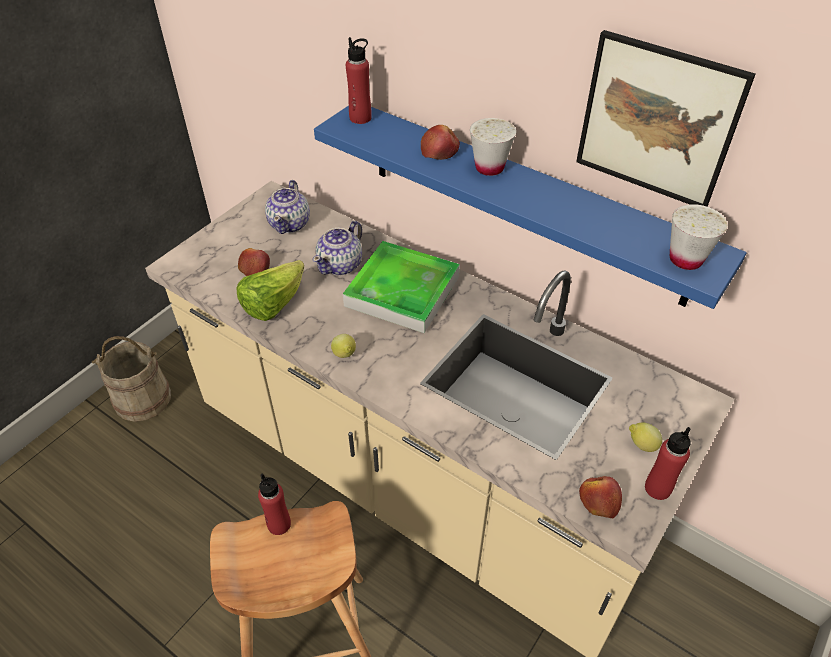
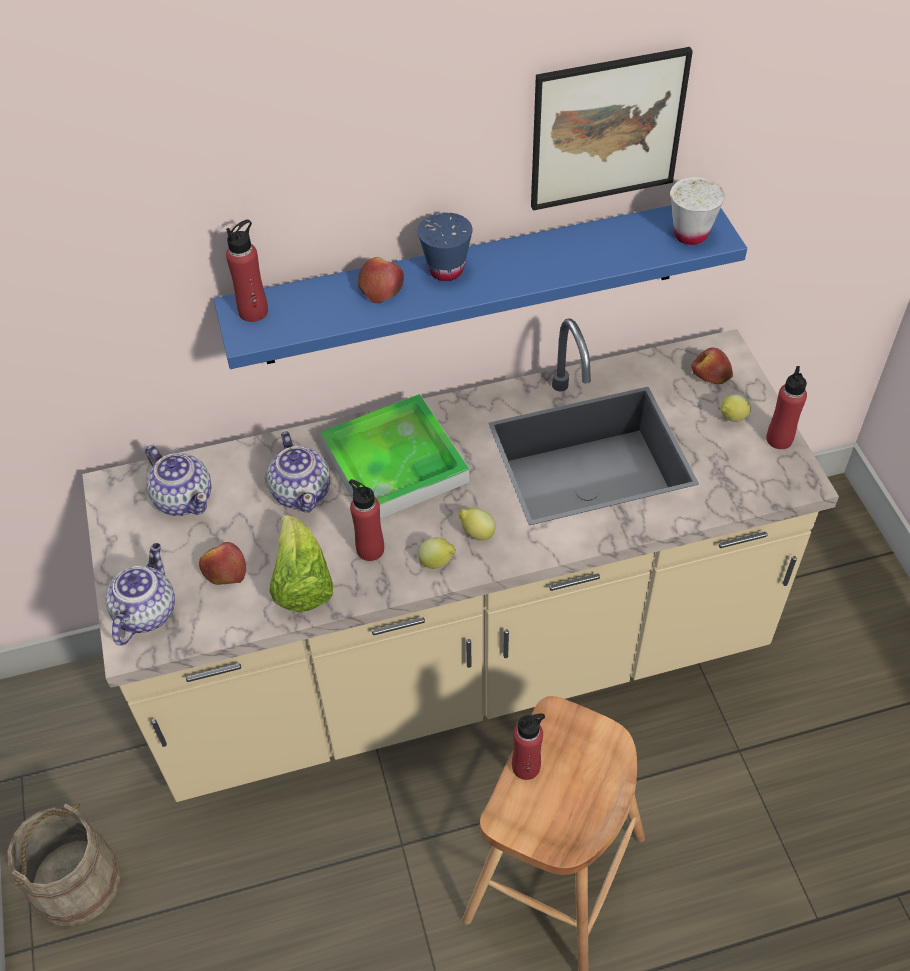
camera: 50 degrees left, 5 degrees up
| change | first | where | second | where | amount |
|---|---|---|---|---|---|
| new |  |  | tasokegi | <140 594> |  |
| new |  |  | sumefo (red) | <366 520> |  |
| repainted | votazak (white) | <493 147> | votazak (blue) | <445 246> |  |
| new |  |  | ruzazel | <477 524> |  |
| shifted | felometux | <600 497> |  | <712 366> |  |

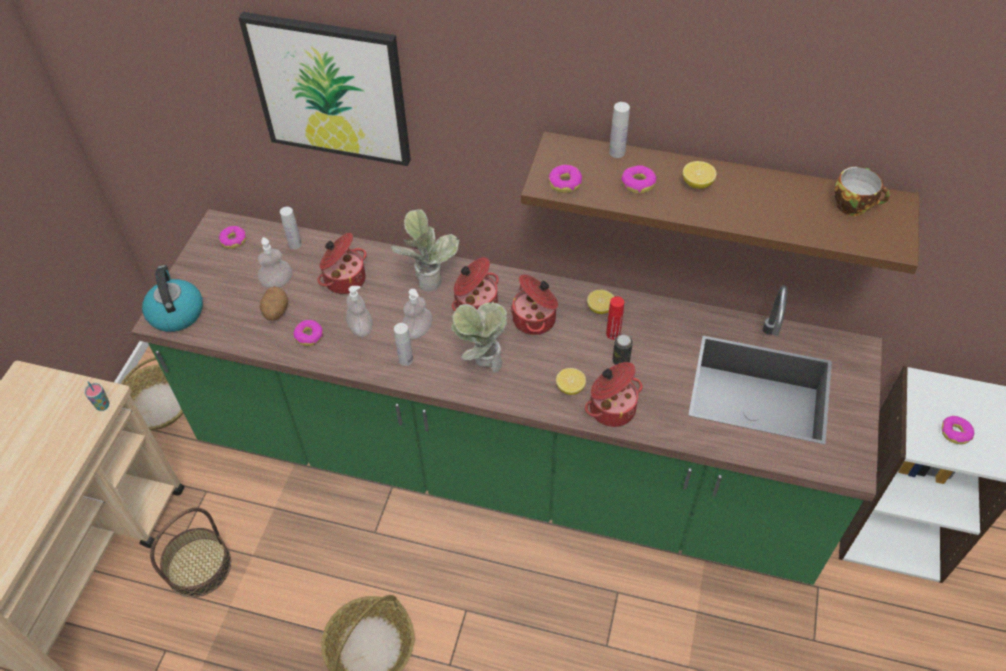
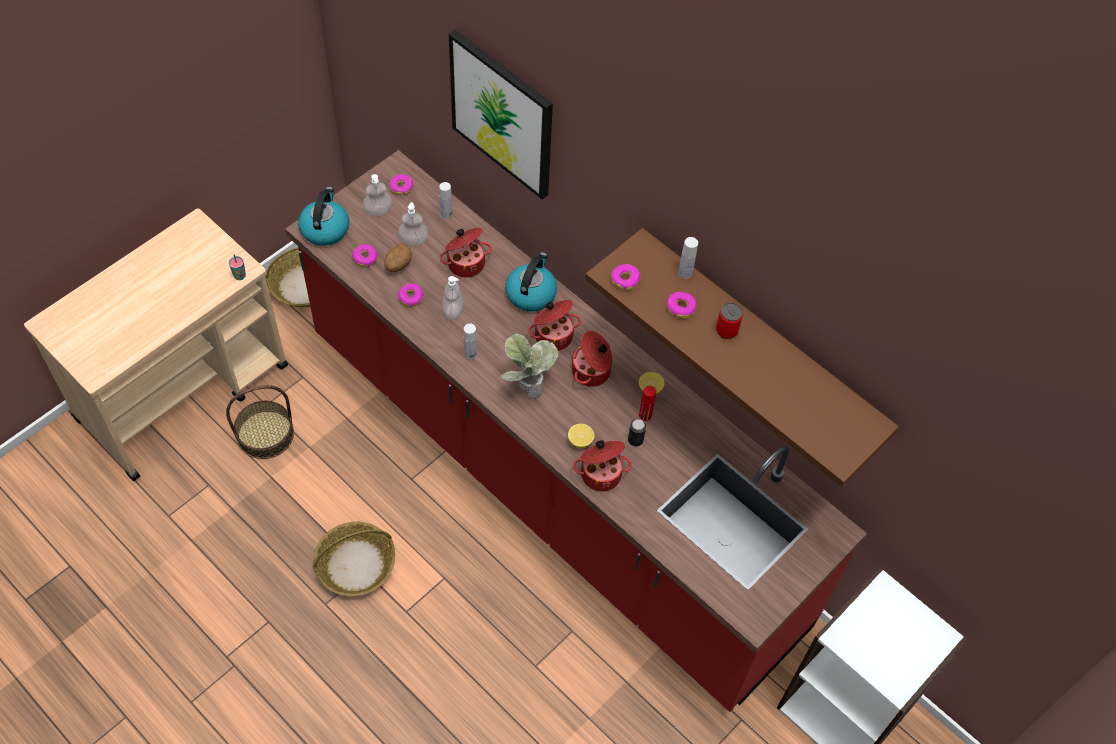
camera: 25 degrees right, 5 degrees up
| change | first | where | second | where | amount |
|---|---|---|---|---|---|
| repainted | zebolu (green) | <506 397> | zebolu (red) | <576 431> |  |
| shifted | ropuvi | <958 430> |  | <365 255> |  |
| shifted | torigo | <417 314> |  | <378 195> |  |
| swapped | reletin | <425 250> | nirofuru | <531 282> |  |
| swapped | ruzazel | <699 175> | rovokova | <729 321> |  |
| gone | votazak | <862 191> |  |  |  |

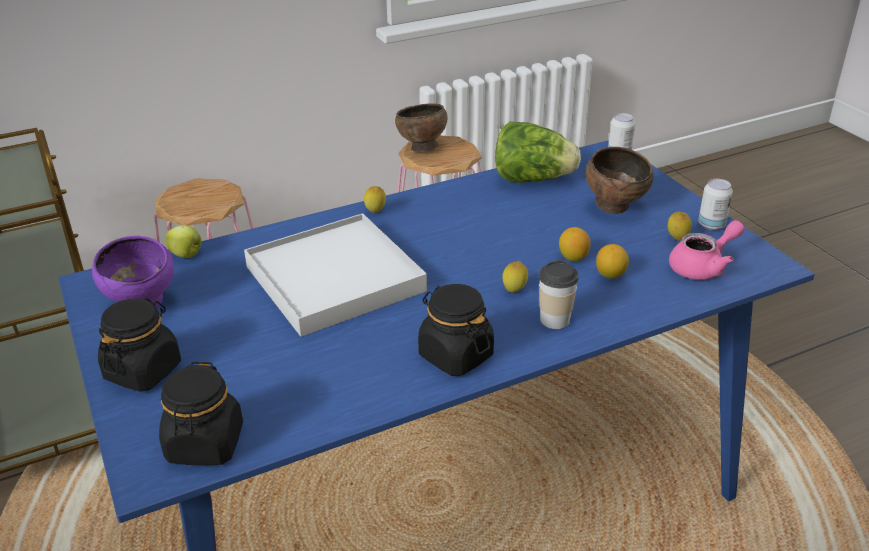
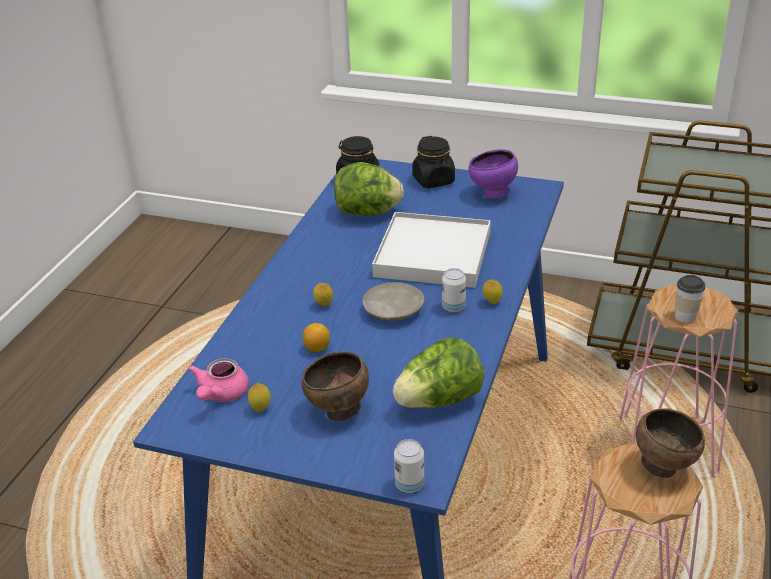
camera: 135 degrees right, 0 degrees up
| change | first | where | second | where | amount |
|---|---|---|---|---|---|
| new |  |  | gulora | <369 189> |  |
| new |  |  | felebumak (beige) | <393 301> |  |
| shifted | rovokova | <715 204> |  | <454 290> |  |
| shifted | votazak | <559 294> |  | <690 299> |  |
| gone | felometux | <183 241> |  |  |  |
| gone | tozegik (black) | <456 330> |  |  |  |
| gone | ruzazel | <612 261> |  |  |  |

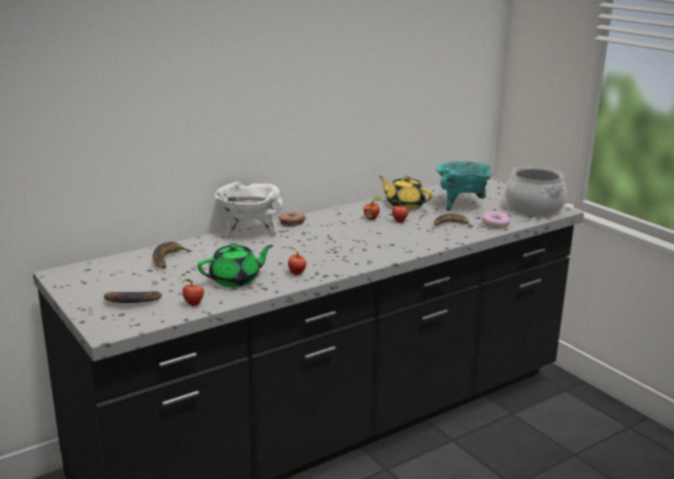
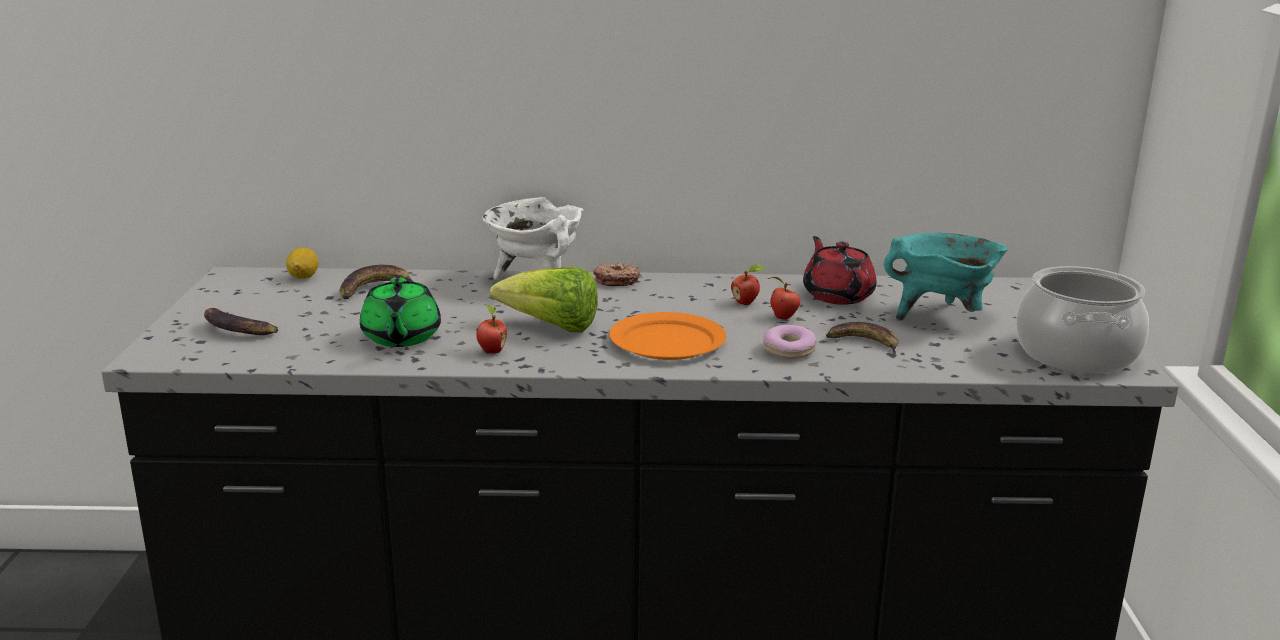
camera: 35 degrees right, 0 degrees up
| change | first | where | second | where | amount |
|---|---|---|---|---|---|
| new |  |  | ruzazel | <302 263> |  |
| rotated | tasokegi (green) | <235 265> |  | <400 312> | 75 degrees clockwise |
| new |  |  | gulora | <544 300> |  |
| new |  |  | felebumak (orange) | <667 336> |  |
| shifted | ropuvi | <496 220> |  | <790 342> |  |
| repainted | tasokegi (yellow) | <406 193> | tasokegi (red) | <840 270> |  |
| gone | felometux | <192 292> |  |  |  |

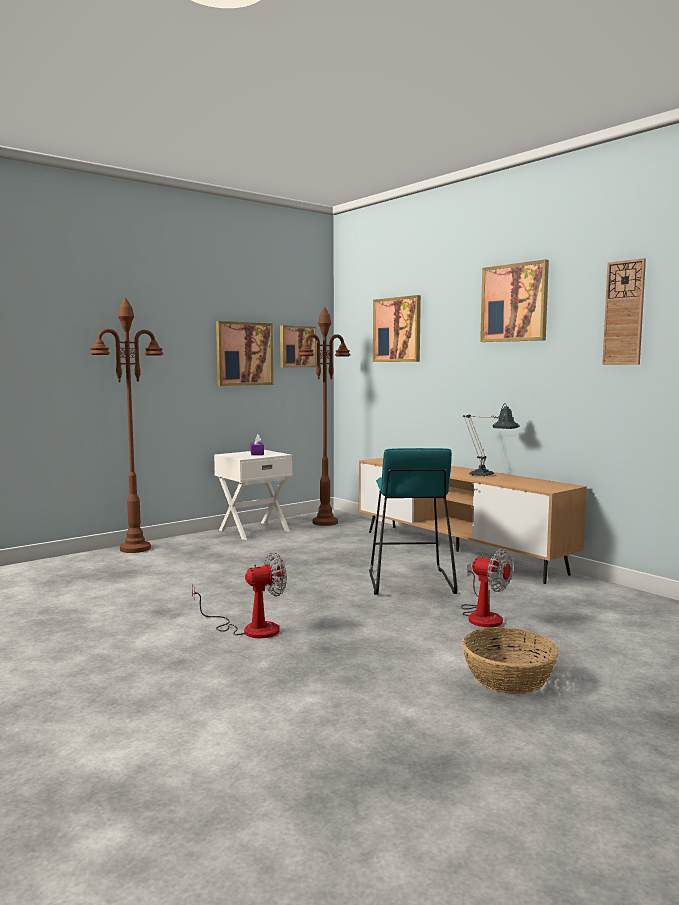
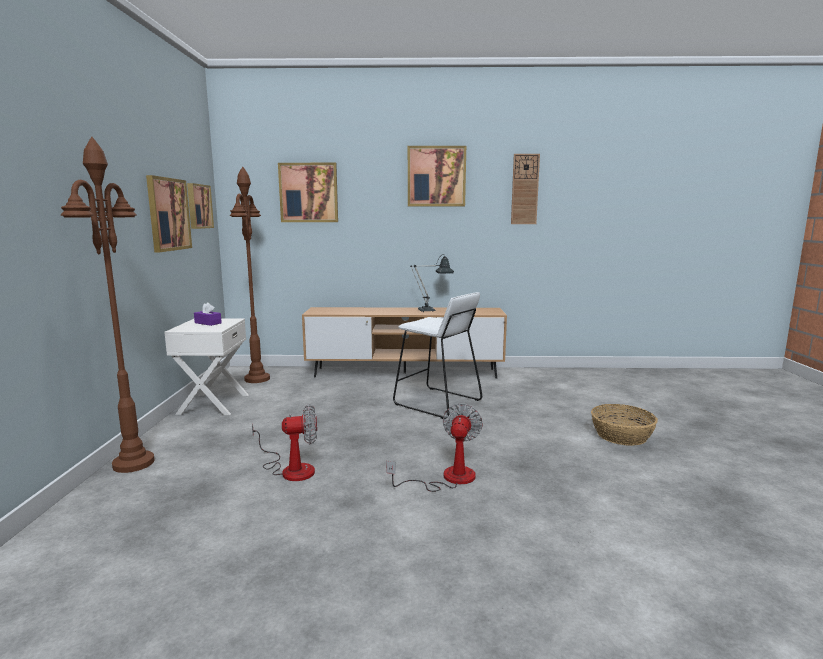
camera: 50 degrees left, 5 degrees up
| change | first | where | second | where | amount |
|---|---|---|---|---|---|
| shifted | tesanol | <487 588> |  | <284 442> |  |
| repainted | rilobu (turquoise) | <413 521> | rilobu (white) | <437 355> |  |

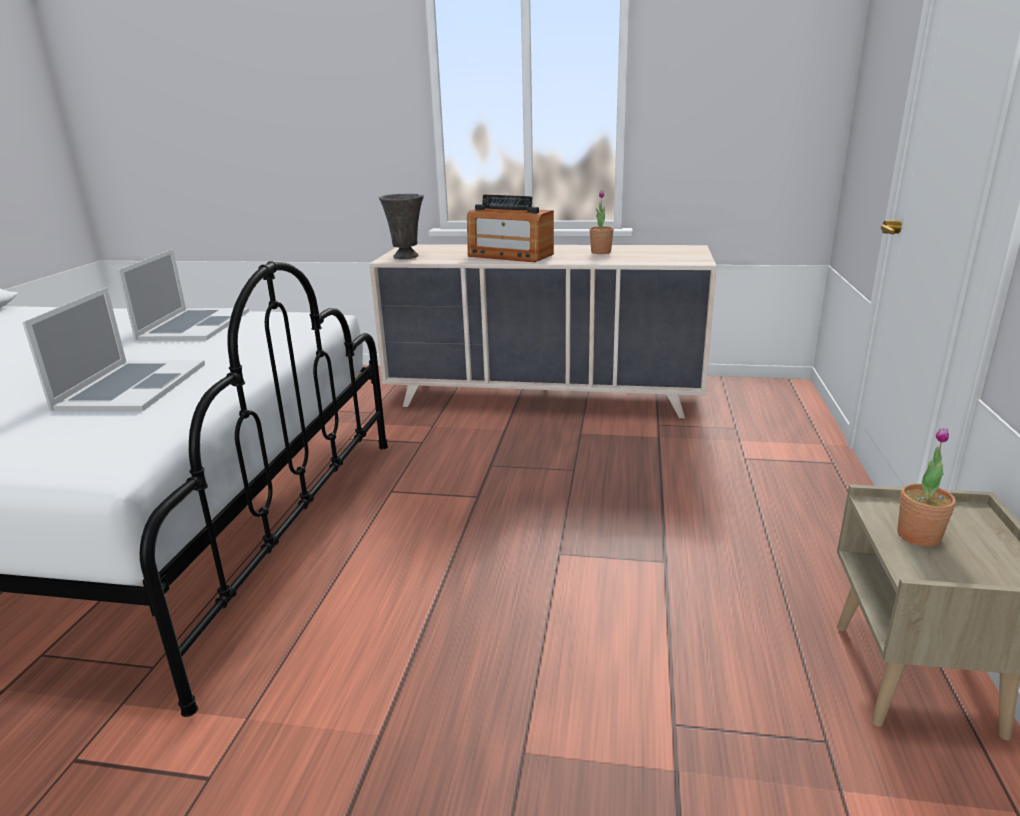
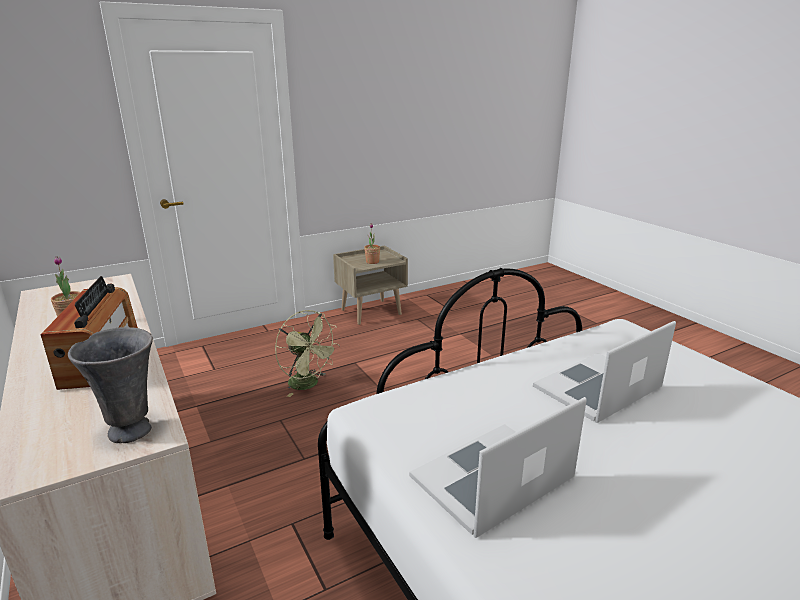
camera: 130 degrees left, 0 degrees up
| change | first | where | second | where | amount |
|---|---|---|---|---|---|
| new |  |  | tesanol (green) | <307 353> |  |

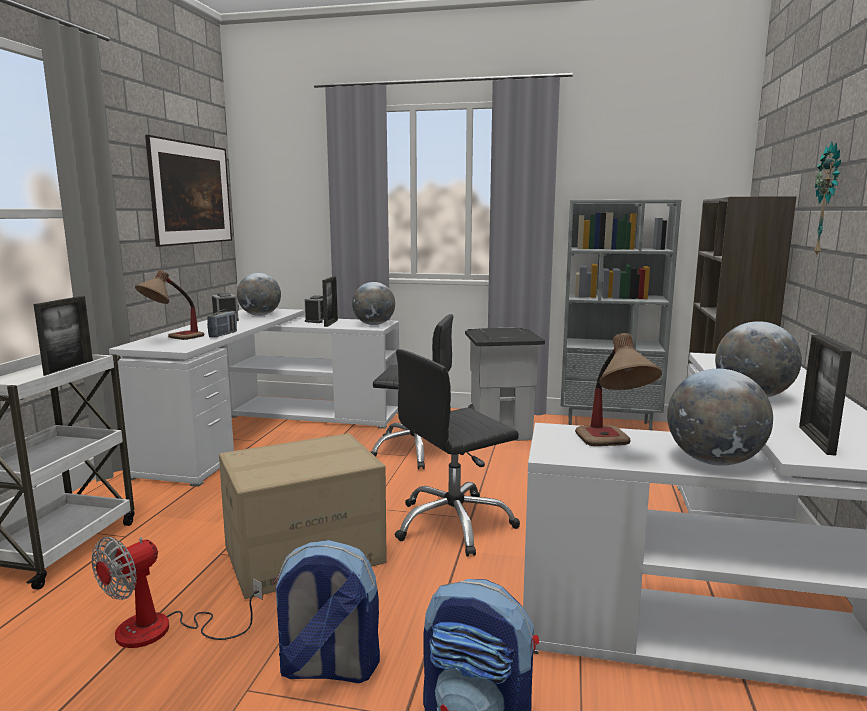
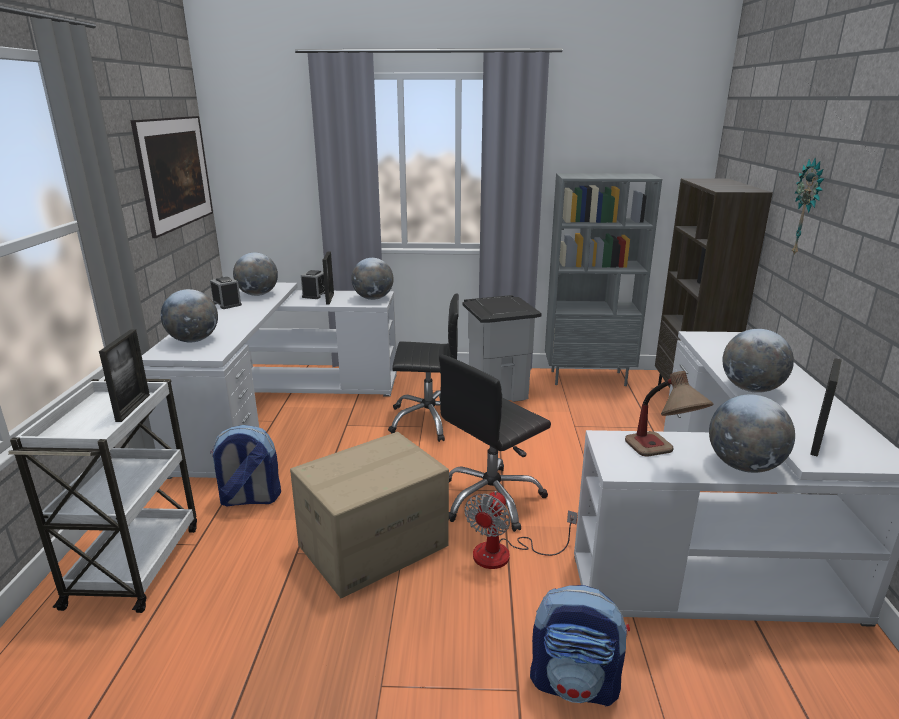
camera: 10 degrees left, 10 degrees up
| change | first | where | second | where | amount |
|---|---|---|---|---|---|
| swapped | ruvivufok | <169 305> | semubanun | <189 315> |  |
| shifted | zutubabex | <326 611> |  | <245 465> |  |
| shifted | tesanol | <177 592> |  | <521 530> |  |
| rotated | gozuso | <825 395> |  | <826 407> | 150 degrees counterclockwise |
| gone | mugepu | <222 324> |  |  |  |

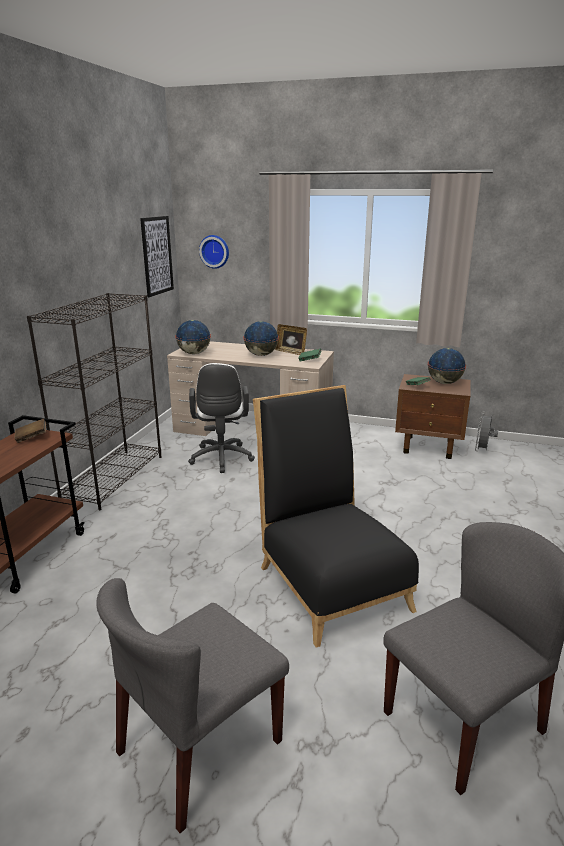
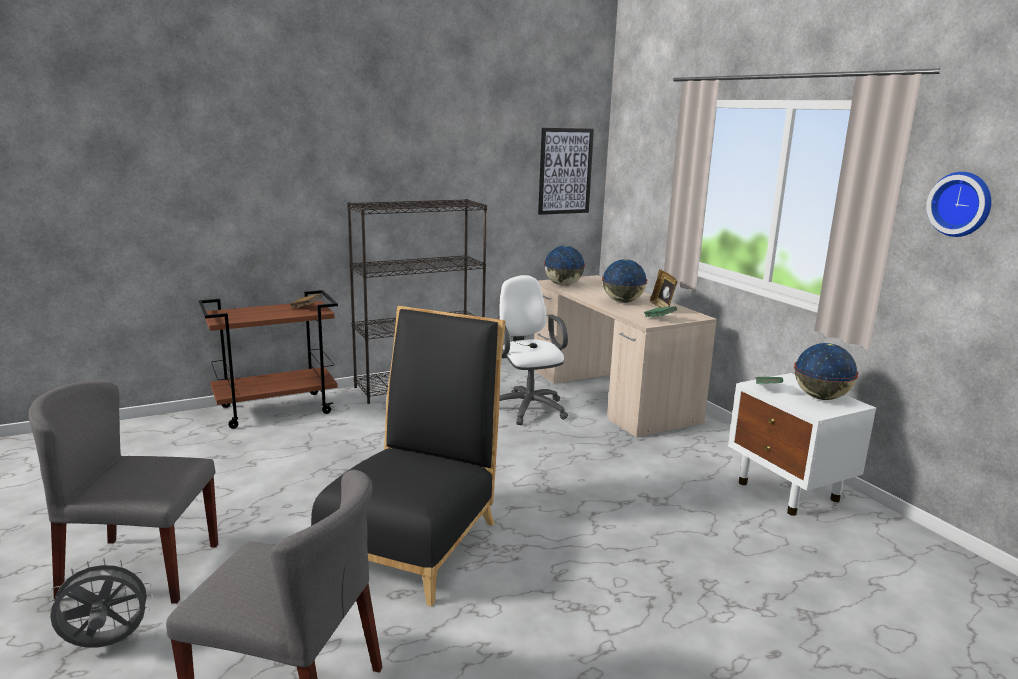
camera: 45 degrees right, 5 degrees down
| change | first | where | second | where | amount |
|---|---|---|---|---|---|
| shifted | tesanol (grey) | <486 431> |  | <100 603> |  |
| rotated | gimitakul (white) | <221 418> |  | <533 350> | 120 degrees clockwise |
| repainted | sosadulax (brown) | <433 416> | sosadulax (white) | <802 444> |  |
| shifted | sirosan | <214 252> |  | <959 204> |  |

